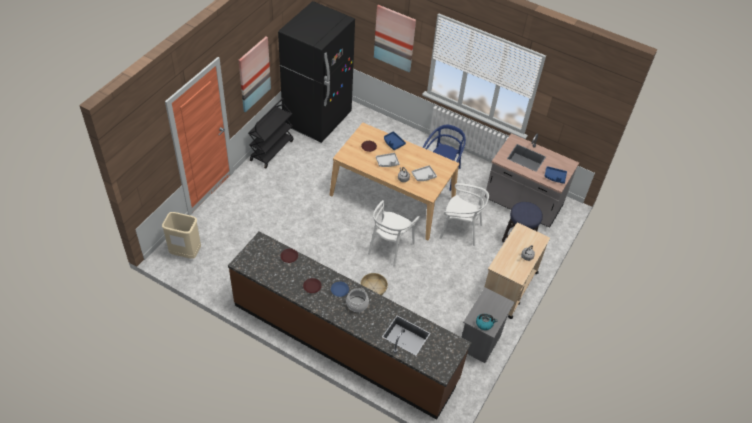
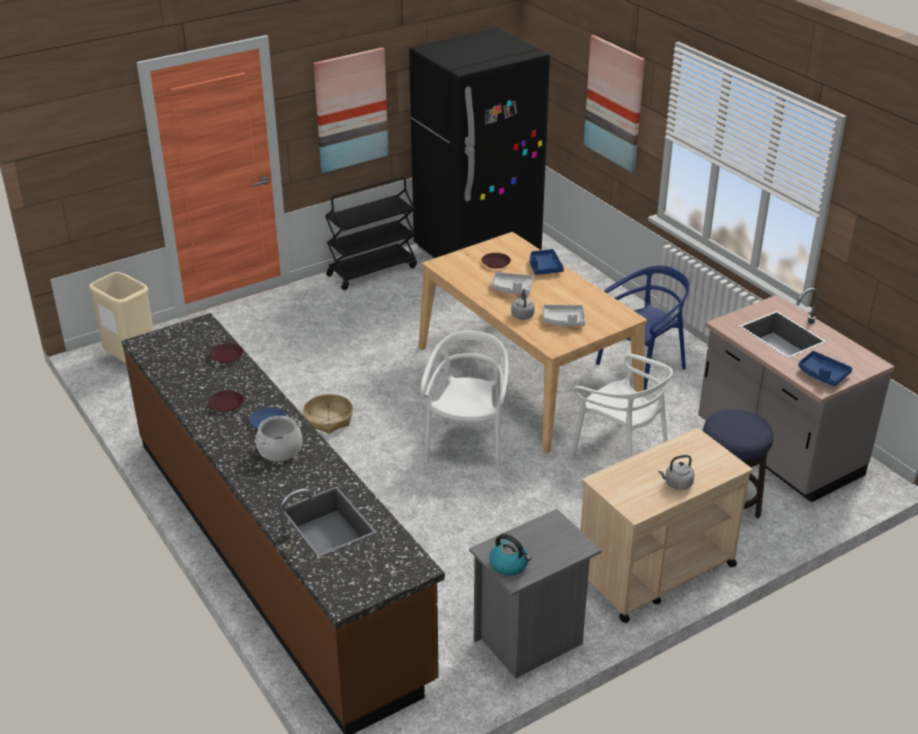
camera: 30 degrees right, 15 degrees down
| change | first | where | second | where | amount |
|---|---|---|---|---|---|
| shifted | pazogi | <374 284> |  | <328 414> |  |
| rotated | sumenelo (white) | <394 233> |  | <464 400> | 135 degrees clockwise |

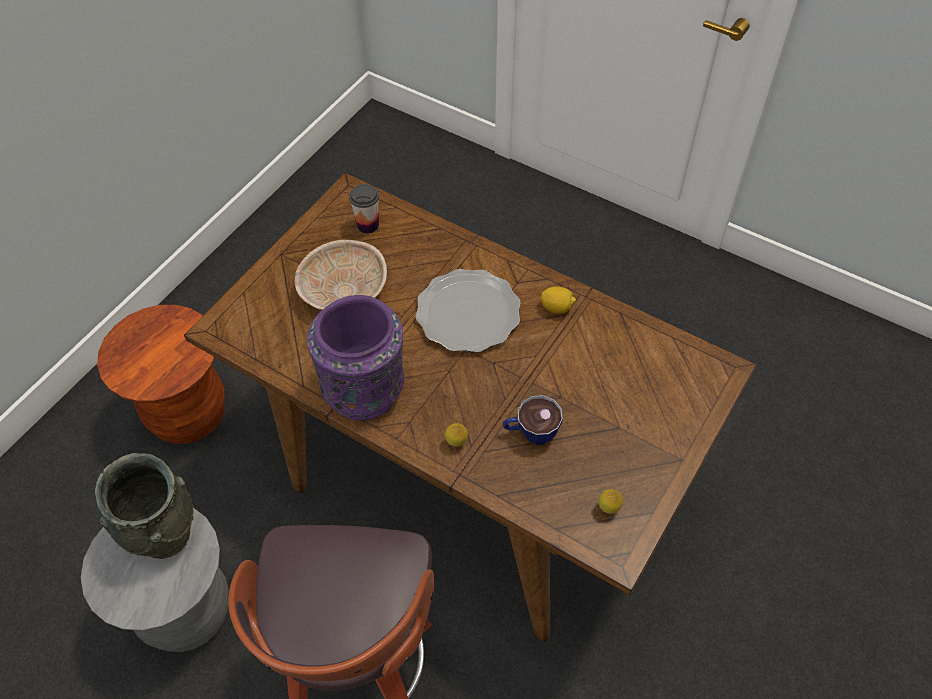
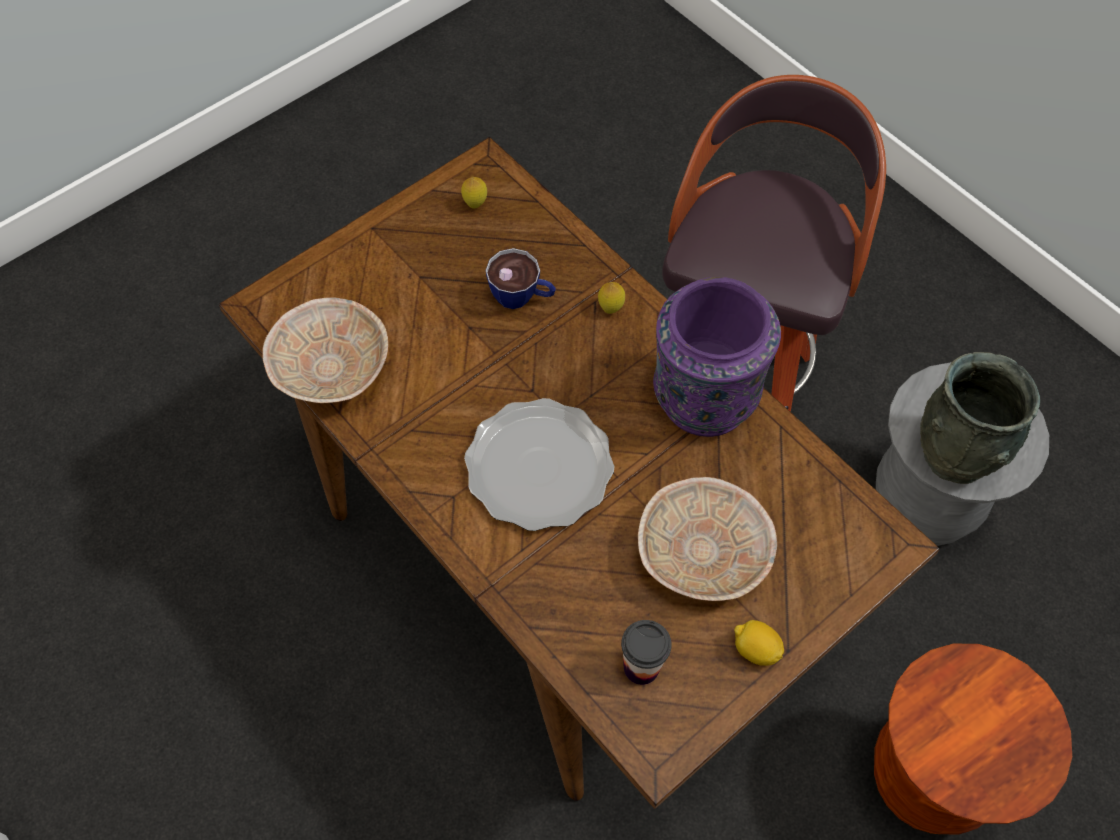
camera: 165 degrees left, 5 degrees up
| change | first | where | second | where | amount |
|---|---|---|---|---|---|
| new |  |  | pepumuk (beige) | <325 350> |  |
| shifted | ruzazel | <558 300> |  | <759 643> |  |

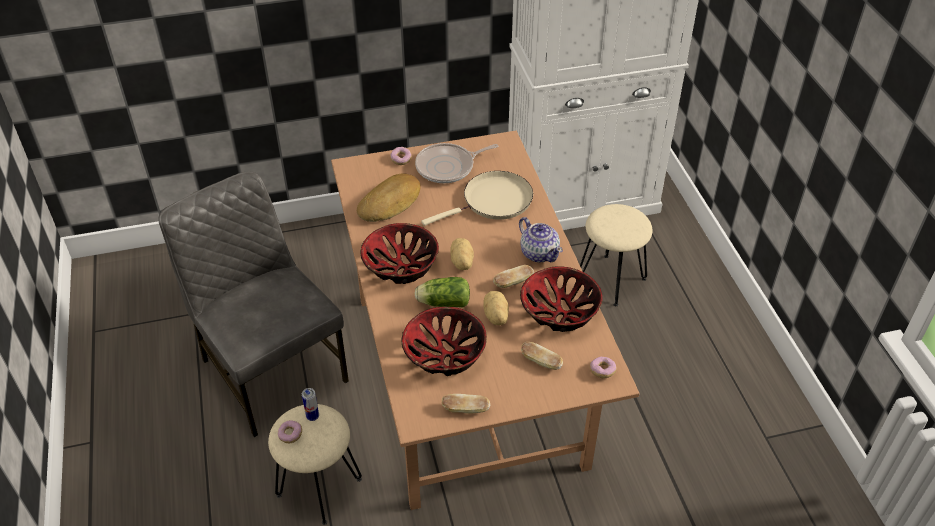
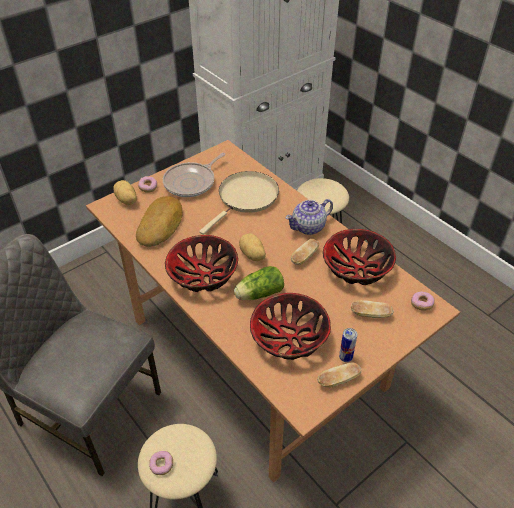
camera: 25 degrees left, 0 degrees up
| change | first | where | second | where | amount |
|---|---|---|---|---|---|
| shifted | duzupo | <496 308> |  | <125 192> |  |
| rotated | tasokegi | <541 240> |  | <309 217> | 120 degrees clockwise |
| shifted | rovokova | <310 404> |  | <348 345> |  |

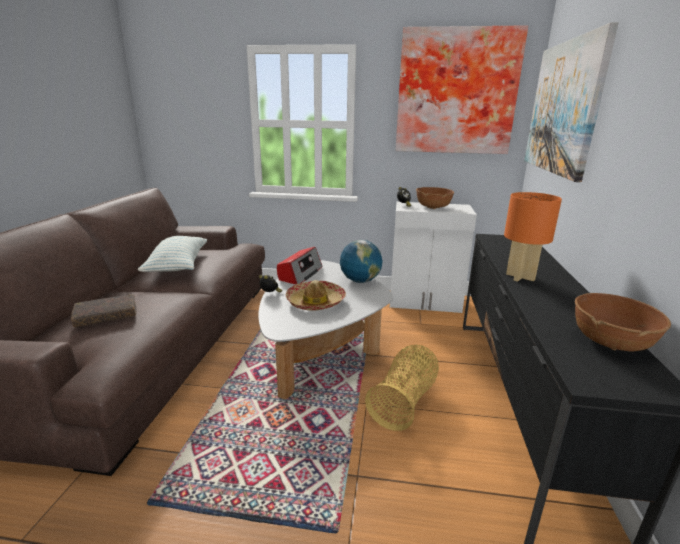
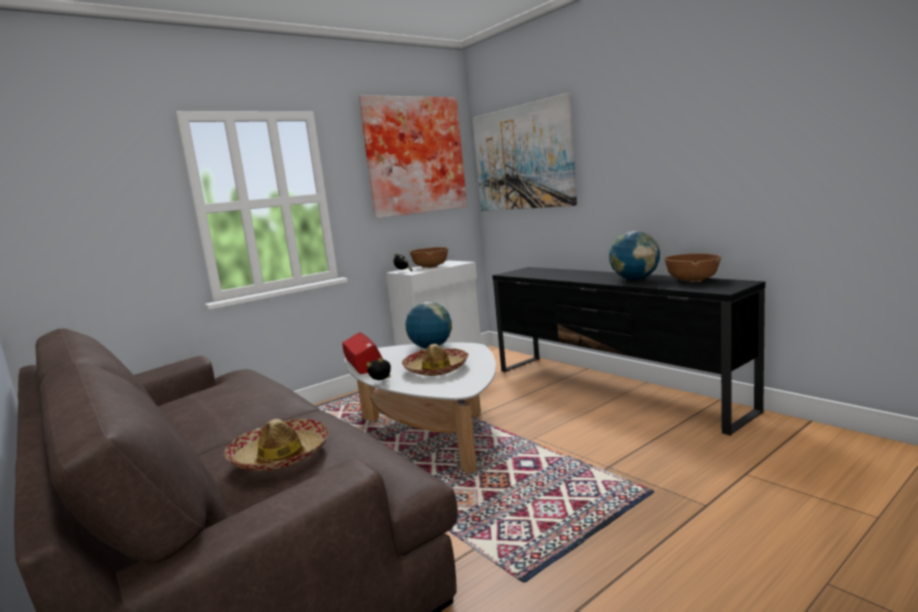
camera: 45 degrees left, 10 degrees down
| change | first | where | second | where | amount |
|---|---|---|---|---|---|
| swapped | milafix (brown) | <103 310> | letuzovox | <276 445> |  |
| new |  |  | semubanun | <634 255> |  |
| gone | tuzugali | <172 254> |  |  |  |
| gone | pazogi | <402 388> |  |  |  |
| gone | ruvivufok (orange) | <533 237> |  |  |  |

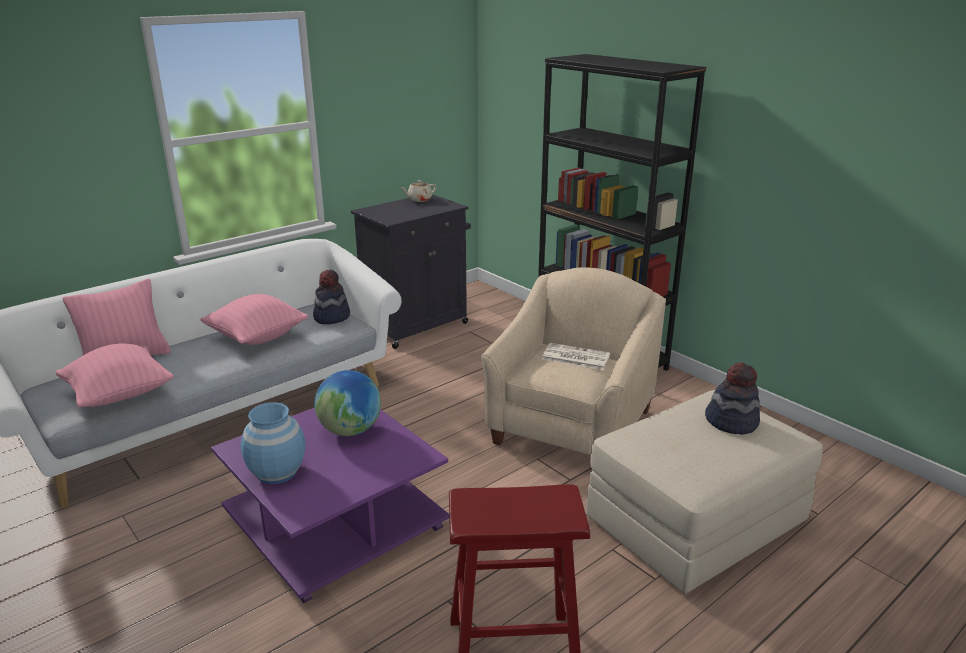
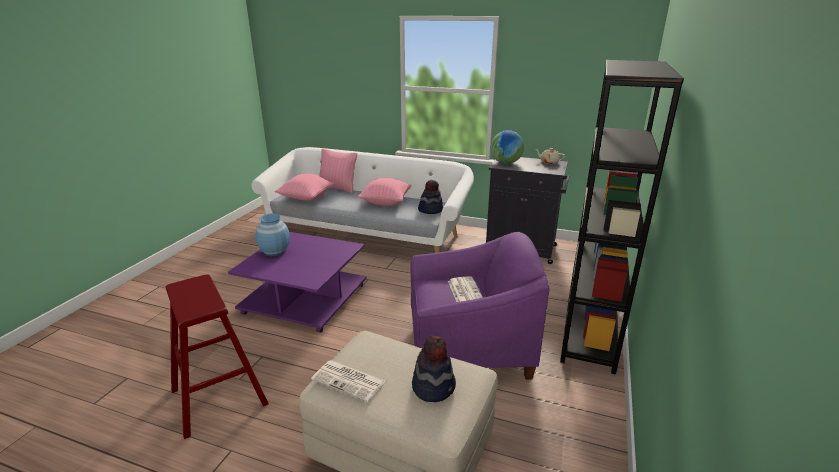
camera: 60 degrees right, 0 degrees up
| change | first | where | second | where | amount |
|---|---|---|---|---|---|
| new |  |  | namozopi | <348 381> |  |
| repainted | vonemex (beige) | <573 361> | vonemex (purple) | <479 306> |  |
| shifted | semubanun | <347 403> |  | <507 147> |  |

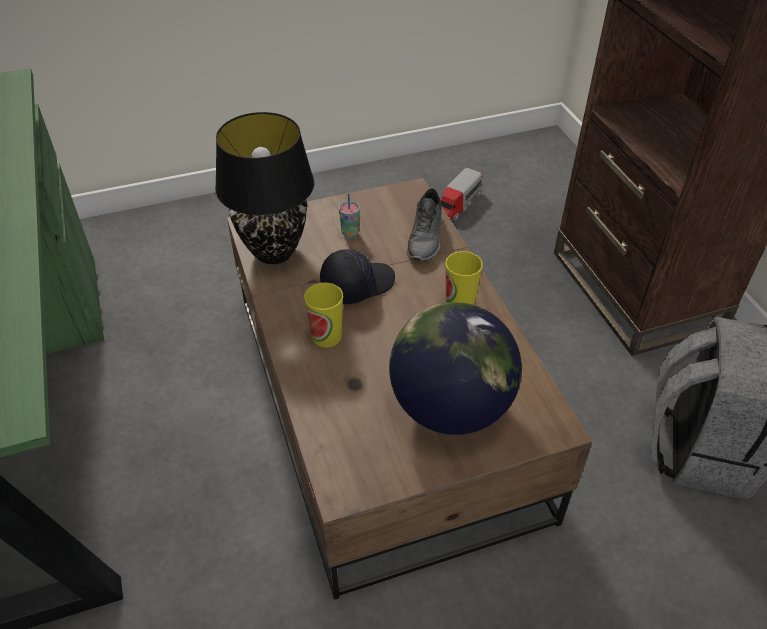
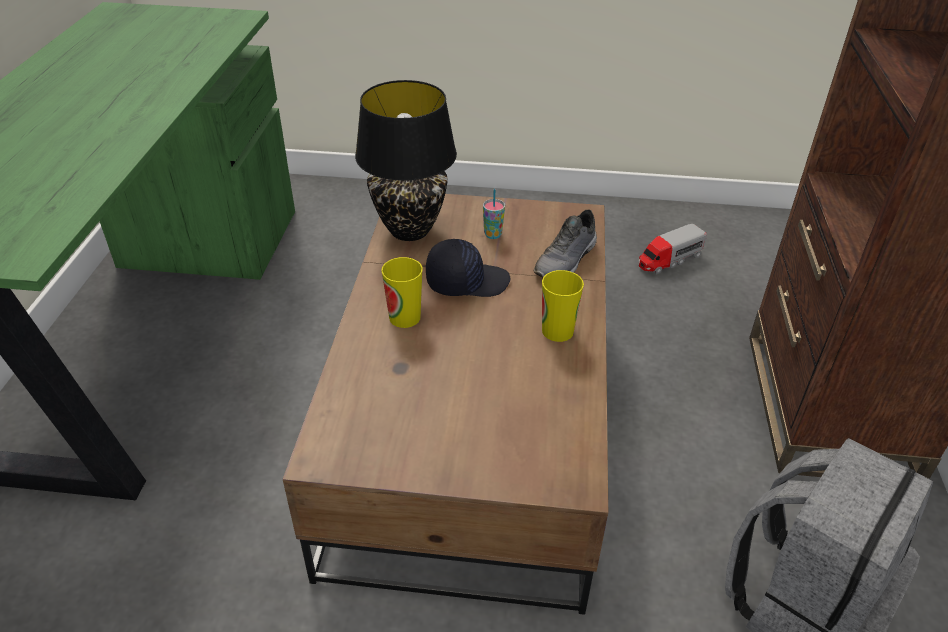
camera: 25 degrees right, 5 degrees down
| change | first | where | second | where | amount |
|---|---|---|---|---|---|
| gone | semubanun | <455 368> |  |  |  |

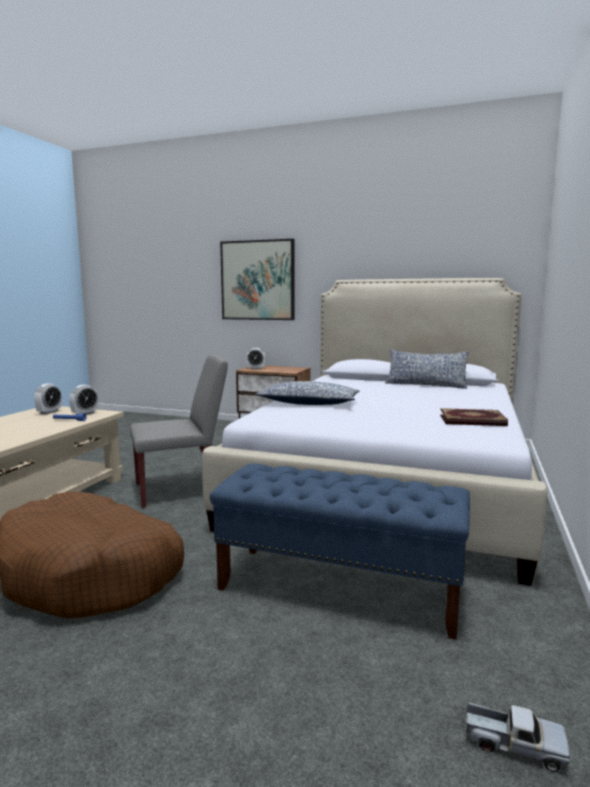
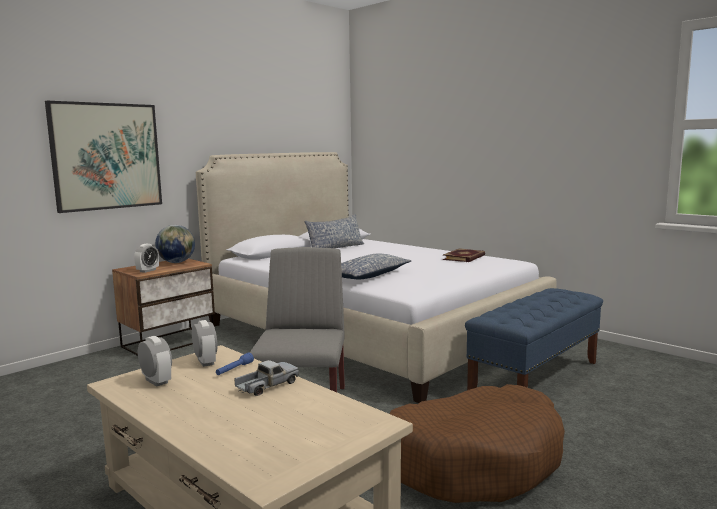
camera: 65 degrees left, 0 degrees up
| change | first | where | second | where | amount |
|---|---|---|---|---|---|
| new |  |  | semubanun | <175 244> |  |
| shifted | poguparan | <517 737> |  | <267 378> |  |

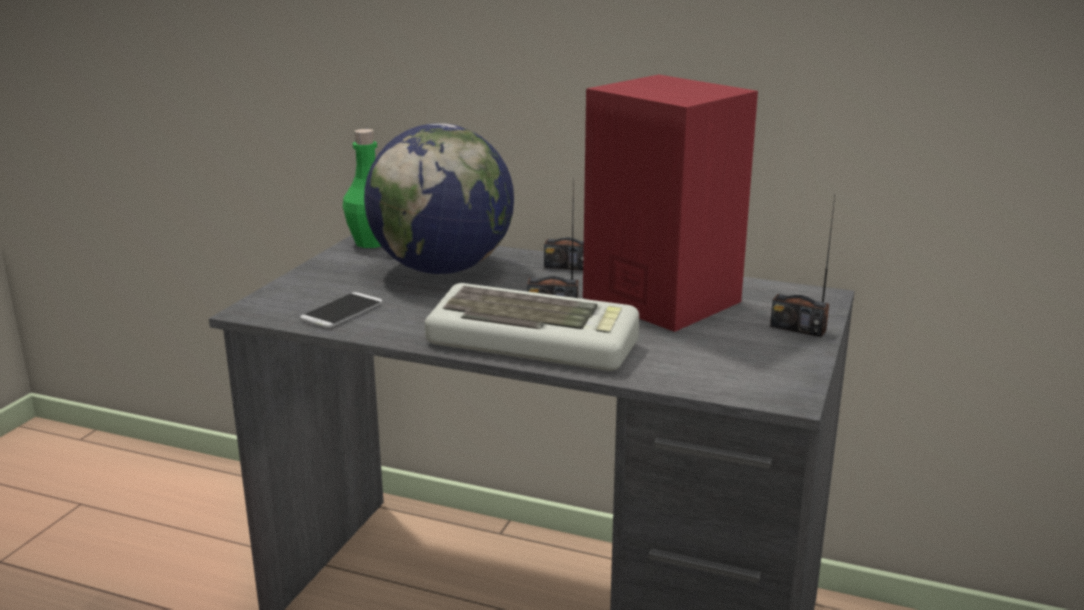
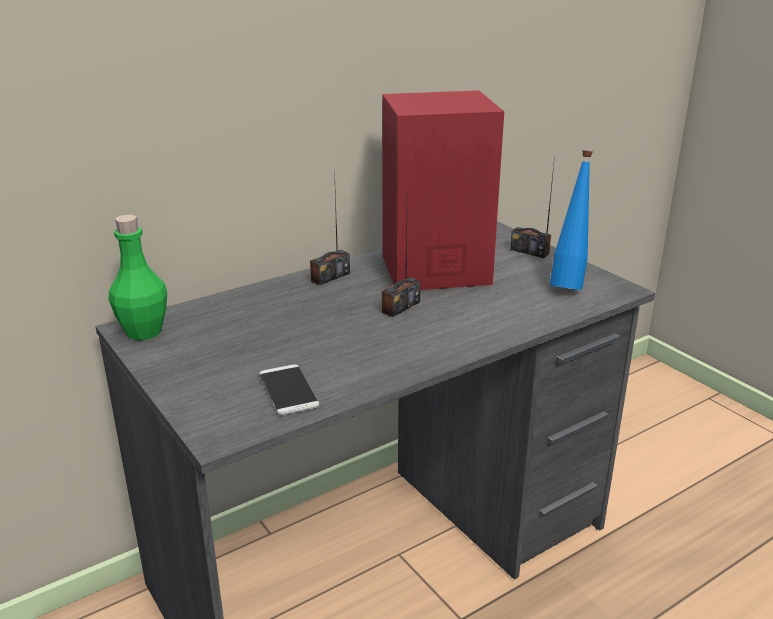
camera: 55 degrees left, 5 degrees up
| change | first | where | second | where | amount |
|---|---|---|---|---|---|
| rotated | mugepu | <802 266> |  | <532 207> | 60 degrees clockwise |
| new |  |  | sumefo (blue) | <571 220> |  |
| gone | semubanun | <439 198> |  |  |  |
| gone | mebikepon | <532 327> |  |  |  |

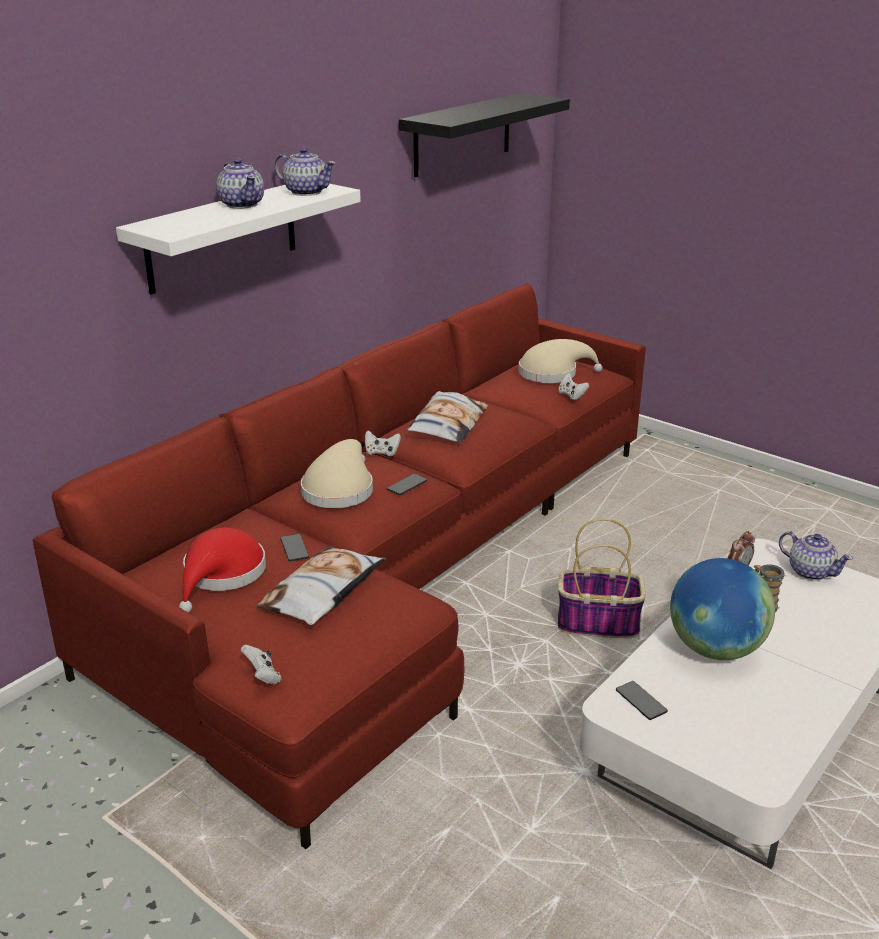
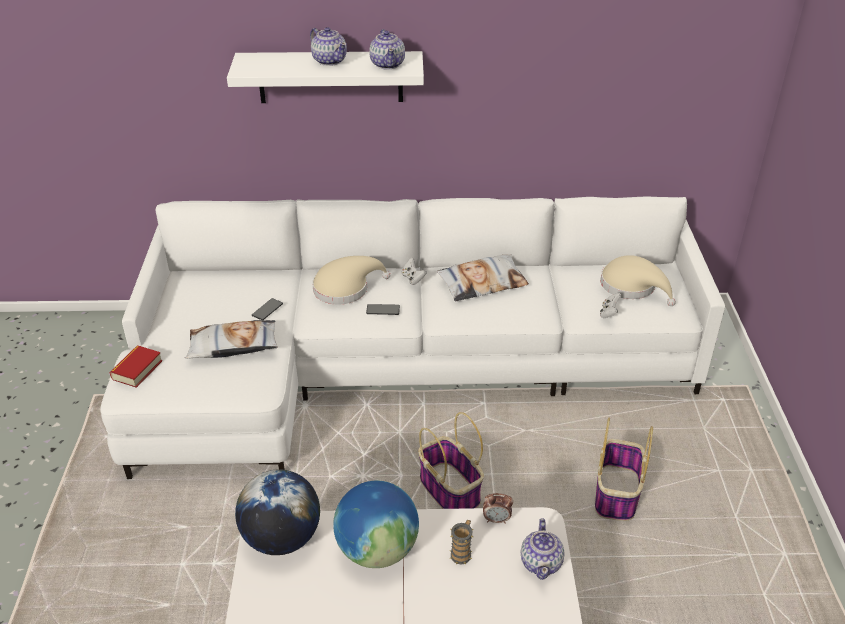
camera: 50 degrees right, 10 degrees up
| change | first | where | second | where | amount |
|---|---|---|---|---|---|
| repainted | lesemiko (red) | <339 566> | lesemiko (white) | <413 337> |  |
| swapped | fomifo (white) | <261 665> | milafix | <135 366> |  |
| swapped | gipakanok | <642 700> | semubanun | <277 512> |  |
| rotated | tasokegi | <240 183> |  | <328 46> | 60 degrees counterclockwise |
| new |  |  | pazogi | <624 469> |  |
| gone | letuzovox (red) | <222 570> |  |  |  |
| gone | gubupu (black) | <484 135> |  |  |  |

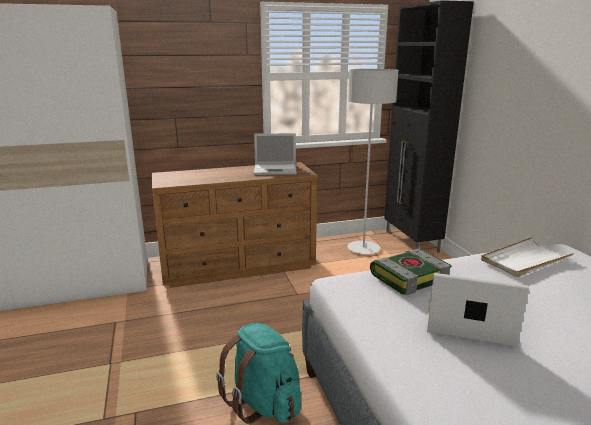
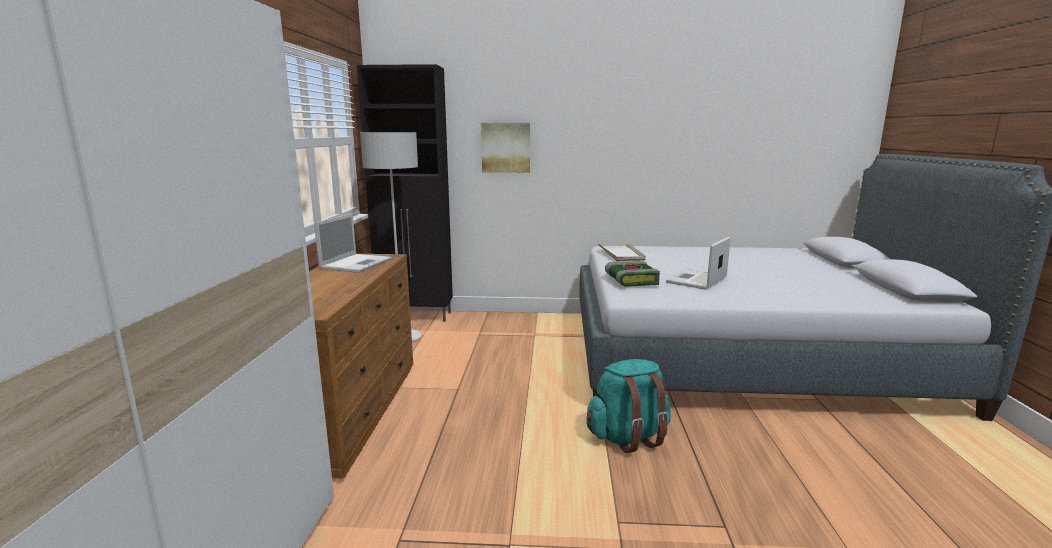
camera: 70 degrees left, 5 degrees down
| change | first | where | second | where | amount |
|---|---|---|---|---|---|
| new |  |  | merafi | <505 148> |  |

